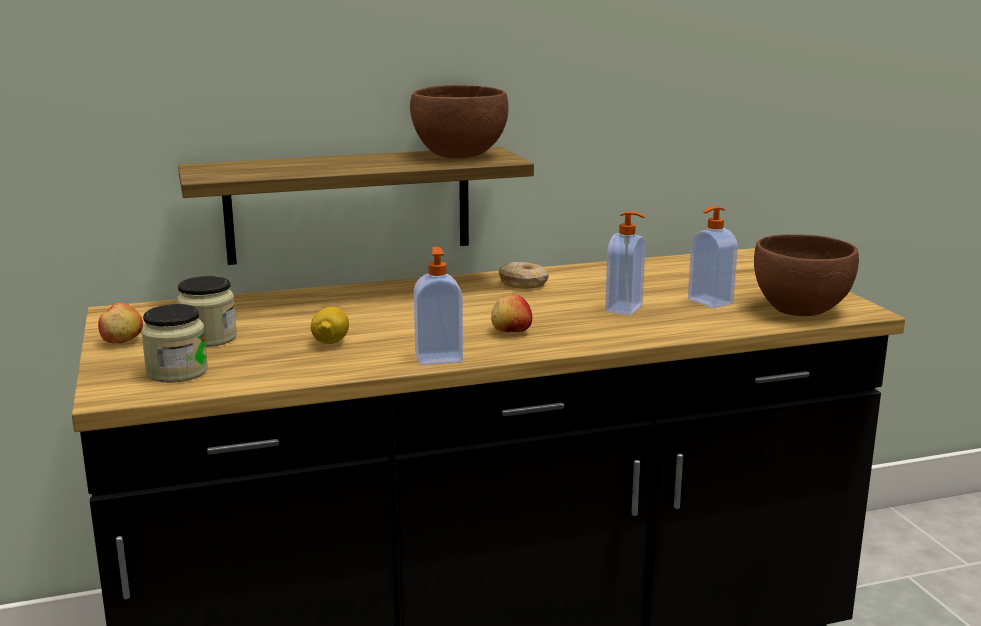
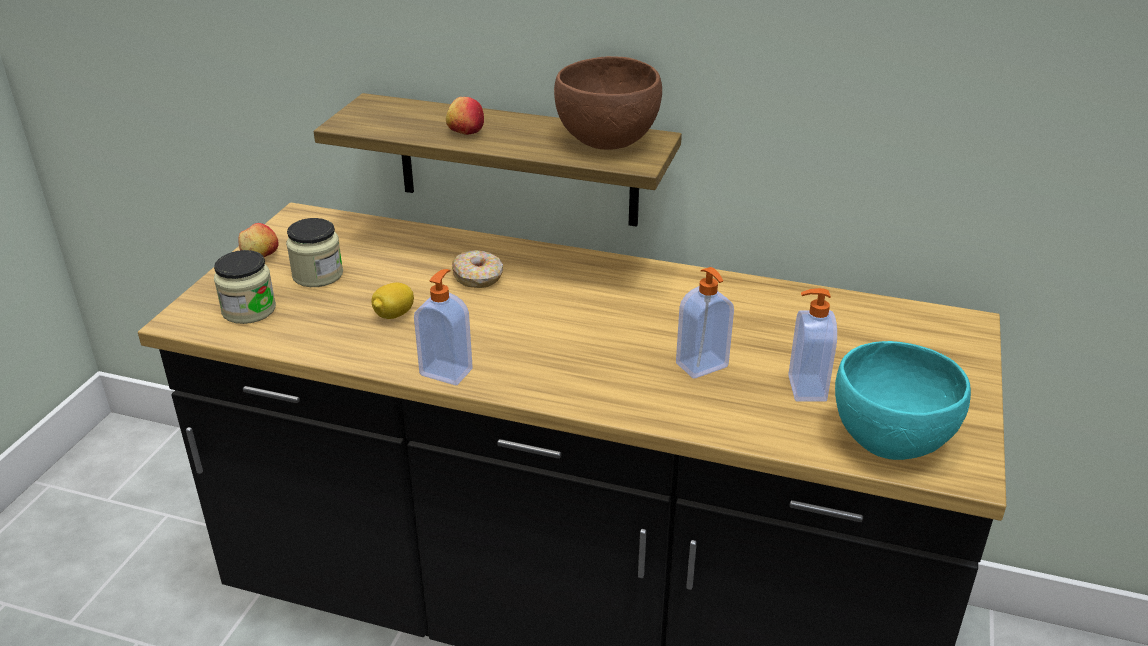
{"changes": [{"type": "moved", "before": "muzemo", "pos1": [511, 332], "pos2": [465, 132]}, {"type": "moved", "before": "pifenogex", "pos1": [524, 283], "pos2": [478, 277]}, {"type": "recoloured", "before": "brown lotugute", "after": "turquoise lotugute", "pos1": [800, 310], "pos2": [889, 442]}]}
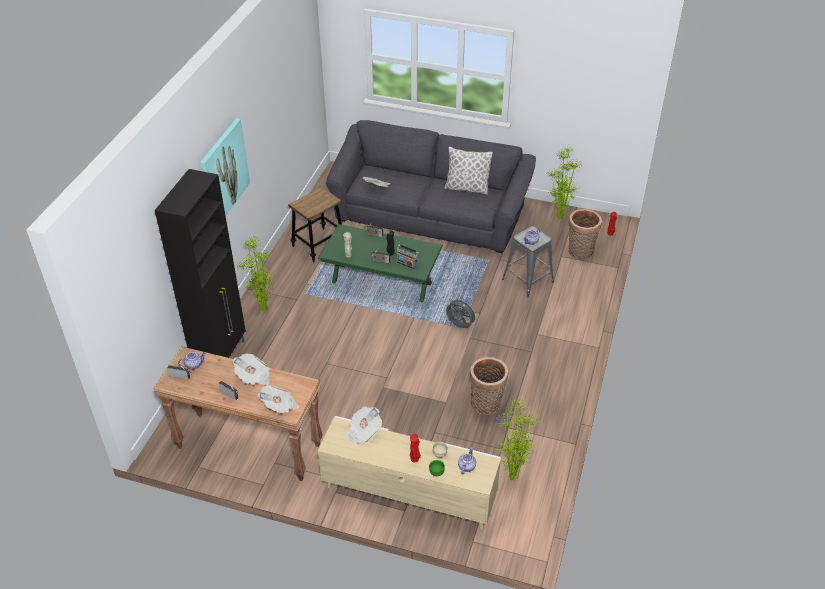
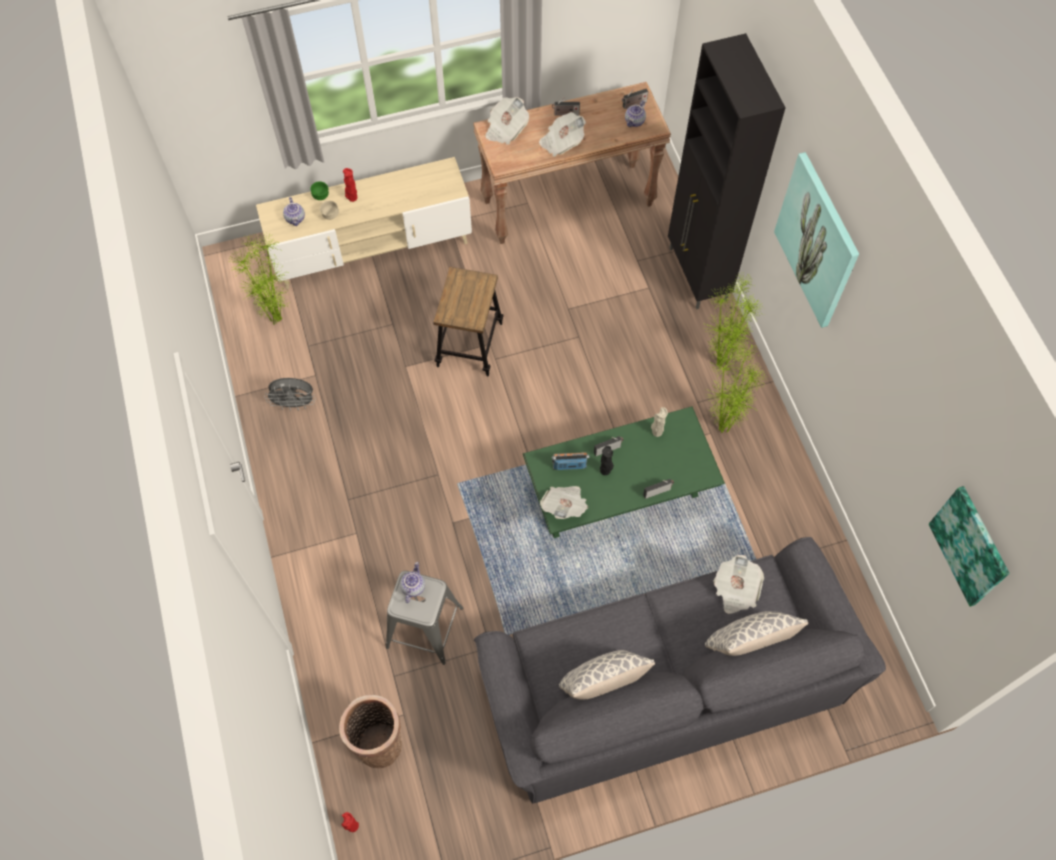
{"changes": [{"type": "moved", "before": "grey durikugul", "pos1": [459, 326], "pos2": [295, 404]}, {"type": "moved", "before": "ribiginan", "pos1": [318, 245], "pos2": [469, 344]}, {"type": "moved", "before": "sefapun", "pos1": [363, 432], "pos2": [564, 506]}, {"type": "moved", "before": "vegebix", "pos1": [559, 218], "pos2": [722, 427]}, {"type": "added", "after": "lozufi", "pos2": [747, 644]}, {"type": "added", "after": "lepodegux", "pos2": [970, 546]}, {"type": "removed", "before": "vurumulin", "pos1": [486, 405]}]}
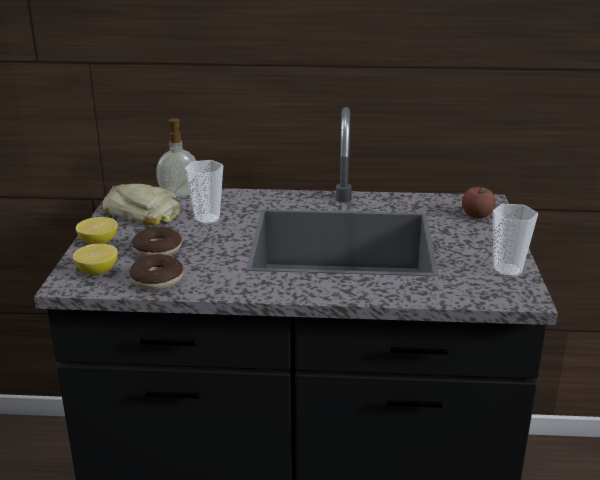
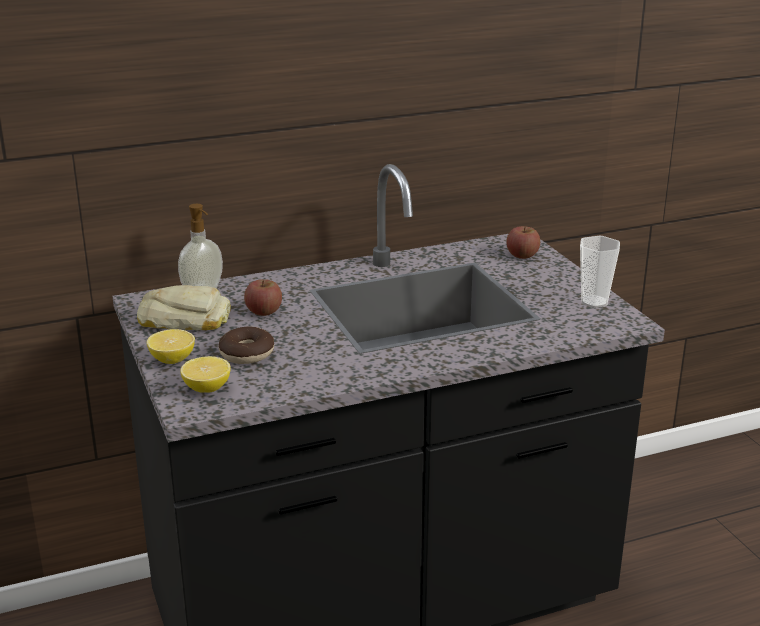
{"changes": [{"type": "replaced", "before": "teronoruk", "after": "muzemo", "pos1": [207, 219], "pos2": [263, 311]}, {"type": "removed", "before": "pifenogex", "pos1": [157, 280]}]}
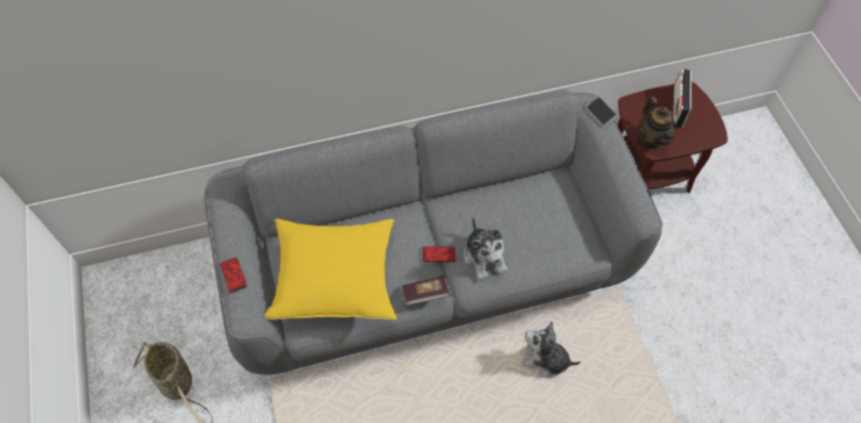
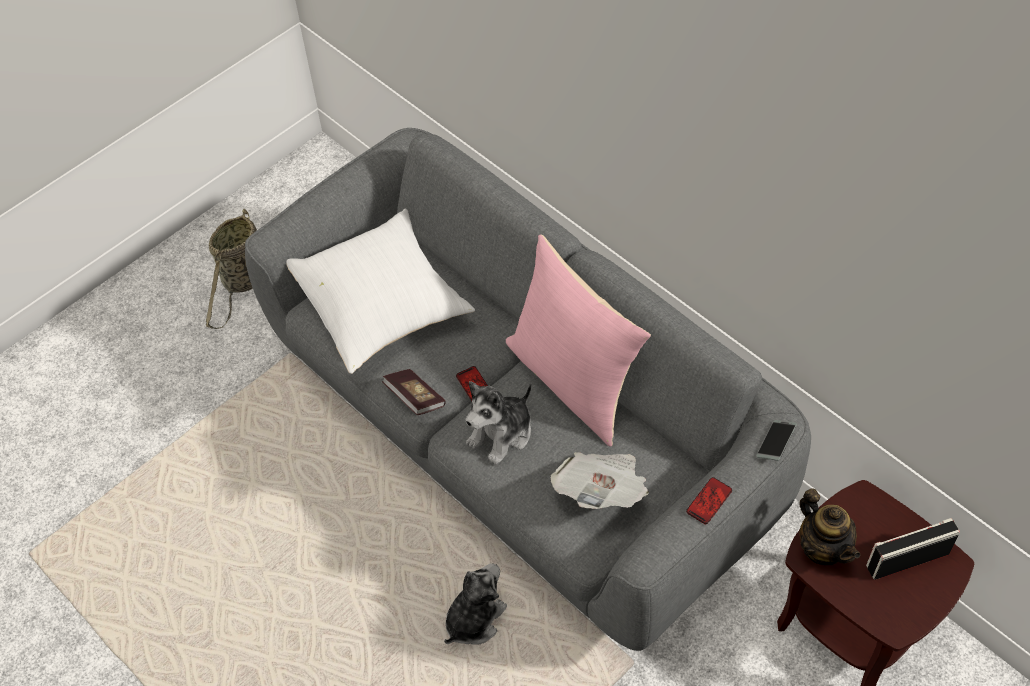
{"changes": [{"type": "recoloured", "before": "yellow lozufi", "after": "white lozufi", "pos1": [336, 278], "pos2": [383, 307]}, {"type": "turned", "before": "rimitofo", "pos1": [545, 360], "pos2": [473, 619], "turn": 45}, {"type": "added", "after": "pink lozufi", "pos2": [574, 380]}, {"type": "added", "after": "sefapun", "pos2": [602, 491]}, {"type": "moved", "before": "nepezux", "pos1": [233, 275], "pos2": [709, 501]}, {"type": "turned", "before": "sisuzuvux", "pos1": [652, 138], "pos2": [823, 547], "turn": -75}]}
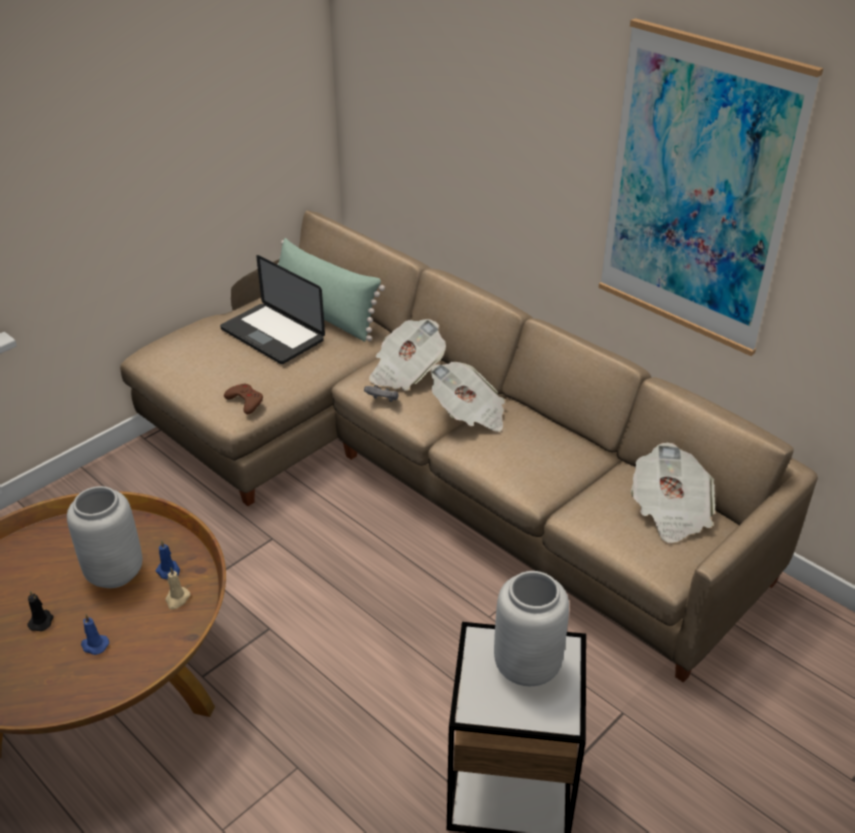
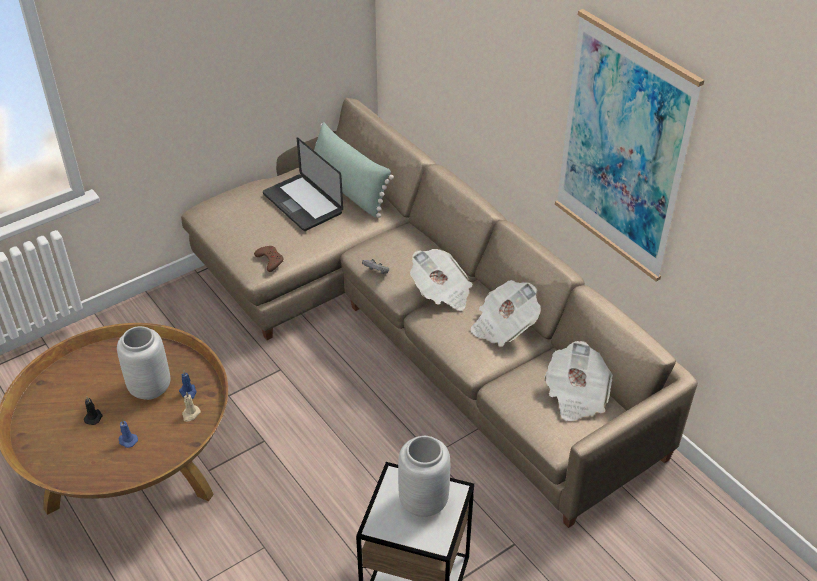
{"changes": [{"type": "moved", "before": "sefapun", "pos1": [406, 372], "pos2": [503, 326]}]}
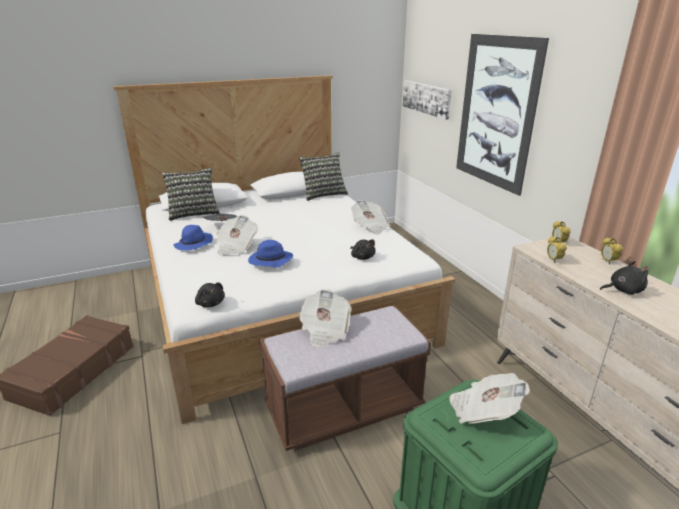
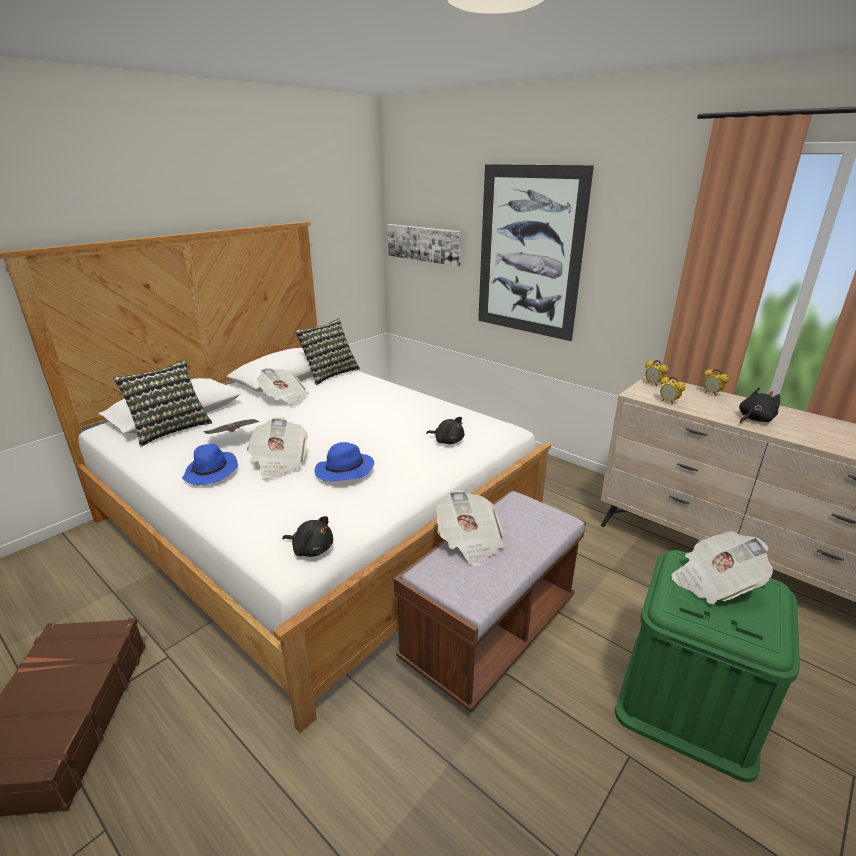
{"changes": [{"type": "moved", "before": "sefapun", "pos1": [370, 227], "pos2": [285, 398]}]}
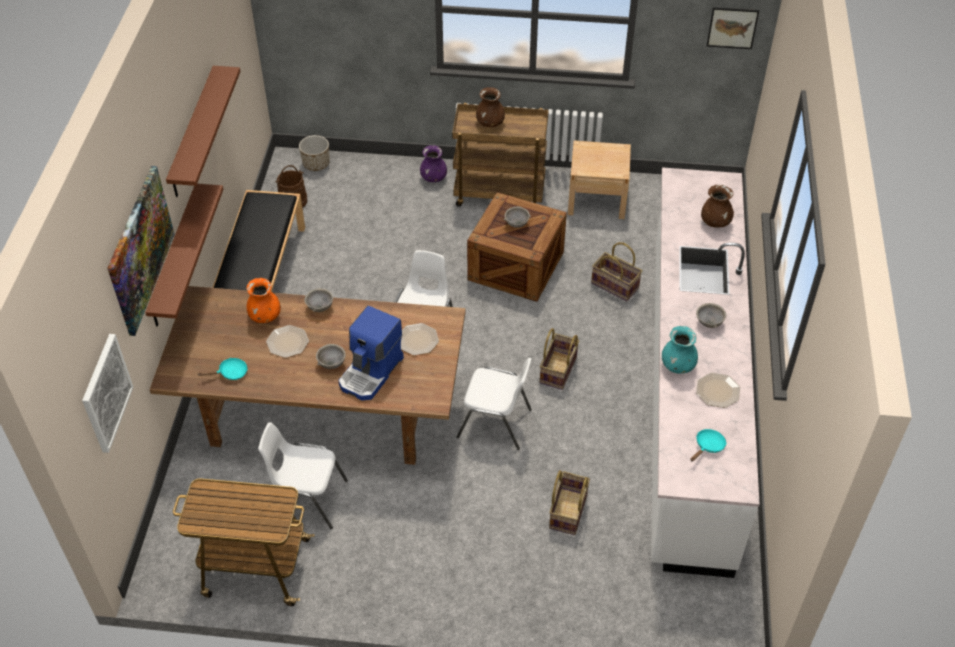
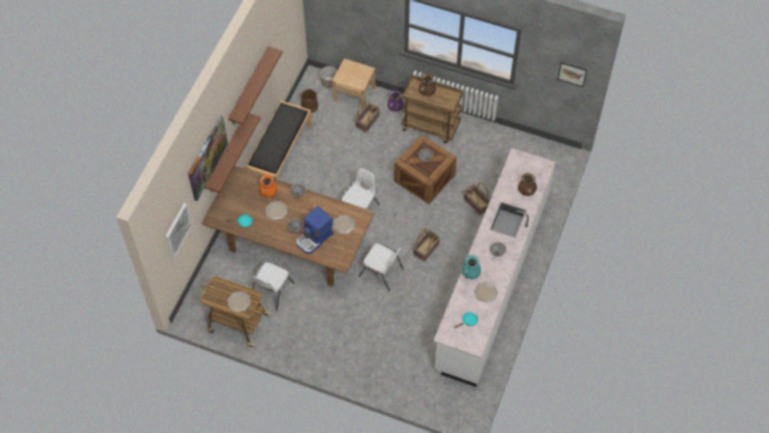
{"changes": [{"type": "added", "after": "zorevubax", "pos2": [239, 301]}, {"type": "turned", "before": "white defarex", "pos1": [306, 498], "pos2": [272, 292], "turn": -90}, {"type": "moved", "before": "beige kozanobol", "pos1": [597, 199], "pos2": [354, 93]}, {"type": "moved", "before": "vurumulin", "pos1": [567, 511], "pos2": [367, 121]}]}
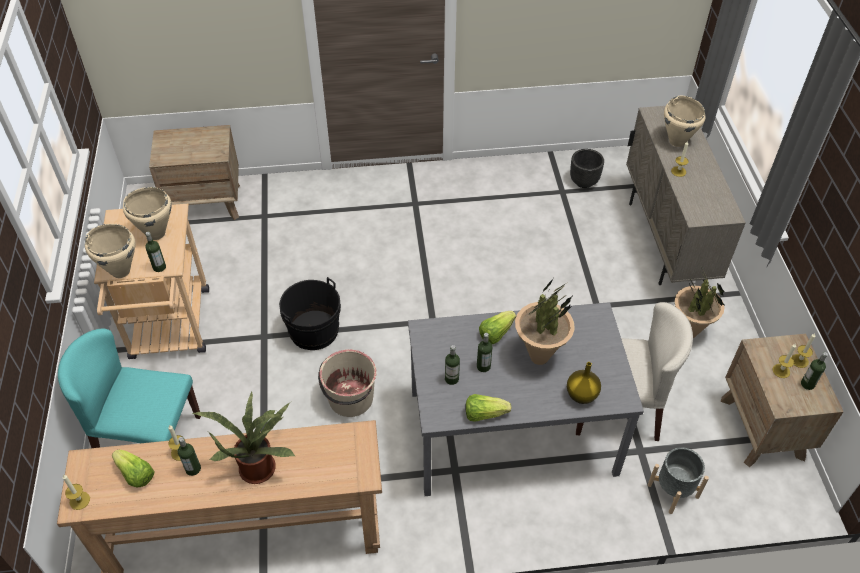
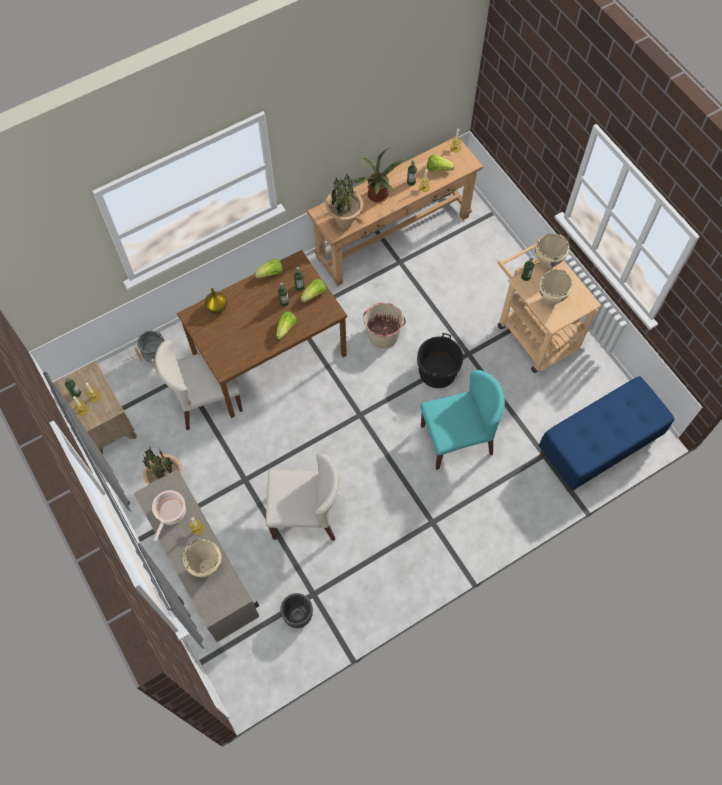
{"changes": [{"type": "added", "after": "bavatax", "pos2": [170, 513]}, {"type": "recoloured", "before": "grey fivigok", "after": "brown fivigok", "pos1": [513, 431], "pos2": [269, 356]}, {"type": "added", "after": "beige defarex", "pos2": [305, 514]}, {"type": "added", "after": "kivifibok", "pos2": [314, 294]}, {"type": "moved", "before": "vegebix", "pos1": [539, 357], "pos2": [344, 225]}, {"type": "moved", "before": "turquoise defarex", "pos1": [149, 440], "pos2": [457, 439]}, {"type": "replaced", "before": "brown kozanobol", "after": "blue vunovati", "pos1": [206, 203], "pos2": [598, 446]}]}
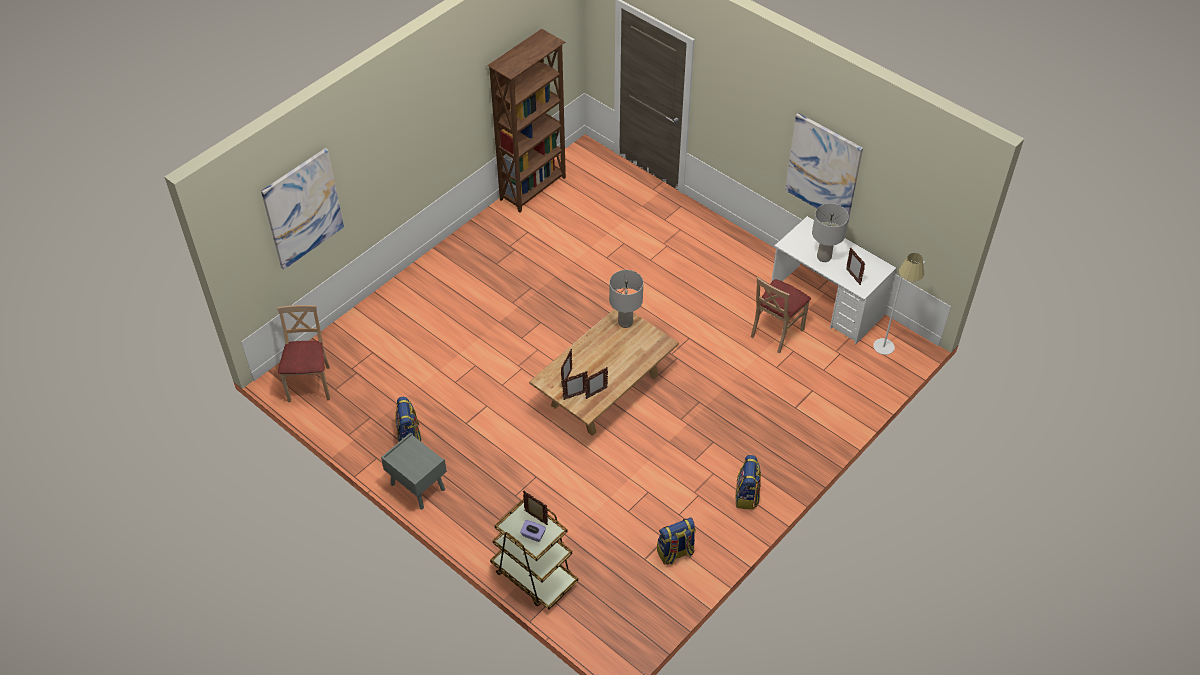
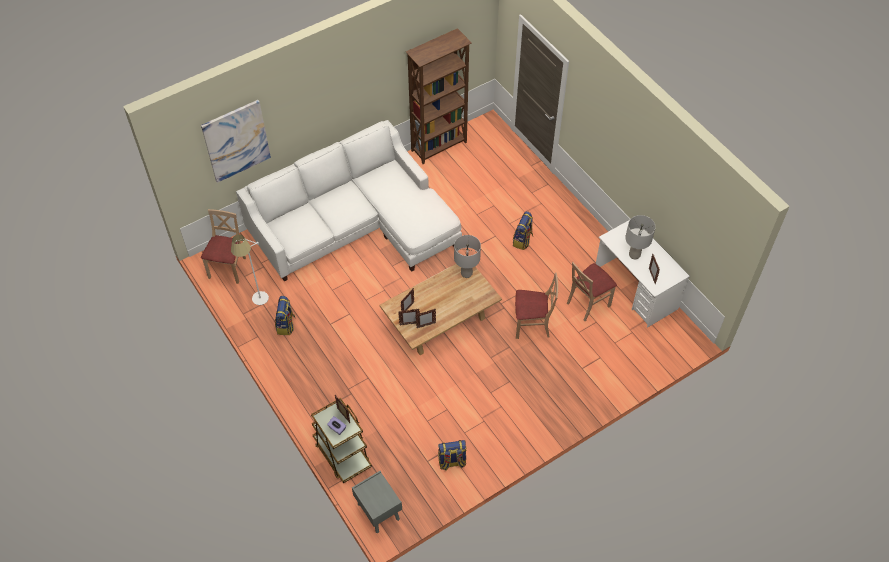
{"changes": [{"type": "moved", "before": "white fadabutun", "pos1": [887, 354], "pos2": [259, 304]}, {"type": "added", "after": "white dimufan", "pos2": [356, 226]}, {"type": "moved", "before": "grey kozanobol", "pos1": [417, 486], "pos2": [378, 511]}, {"type": "moved", "before": "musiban", "pos1": [747, 496], "pos2": [522, 240]}, {"type": "added", "after": "beige defarex", "pos2": [532, 325]}, {"type": "removed", "before": "lepodegux", "pos1": [823, 168]}]}
